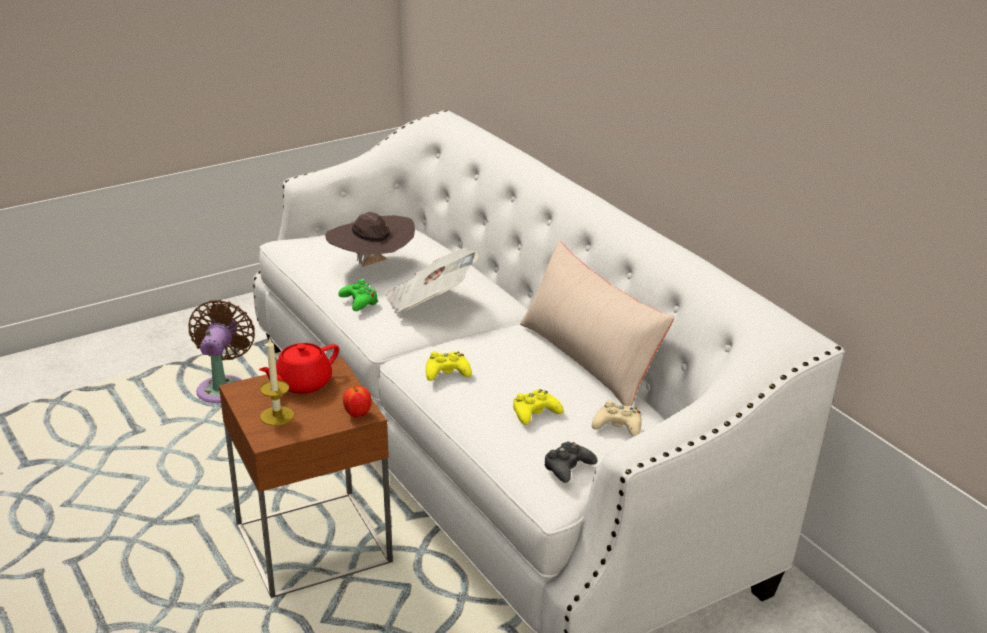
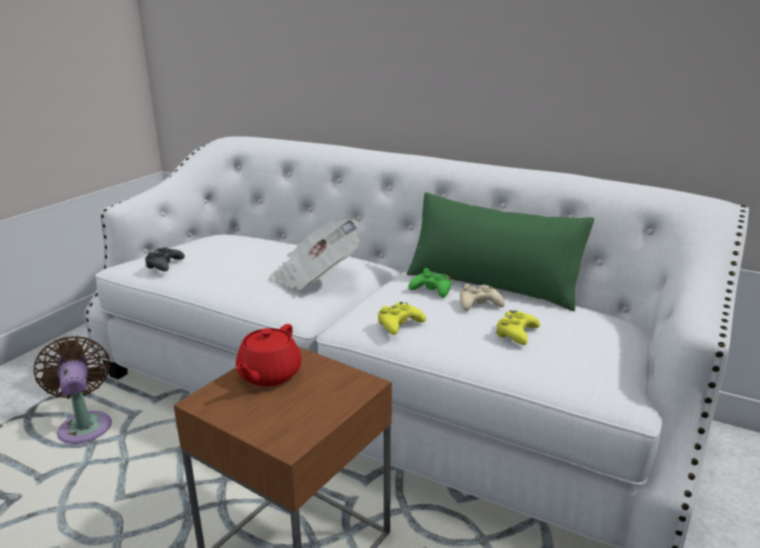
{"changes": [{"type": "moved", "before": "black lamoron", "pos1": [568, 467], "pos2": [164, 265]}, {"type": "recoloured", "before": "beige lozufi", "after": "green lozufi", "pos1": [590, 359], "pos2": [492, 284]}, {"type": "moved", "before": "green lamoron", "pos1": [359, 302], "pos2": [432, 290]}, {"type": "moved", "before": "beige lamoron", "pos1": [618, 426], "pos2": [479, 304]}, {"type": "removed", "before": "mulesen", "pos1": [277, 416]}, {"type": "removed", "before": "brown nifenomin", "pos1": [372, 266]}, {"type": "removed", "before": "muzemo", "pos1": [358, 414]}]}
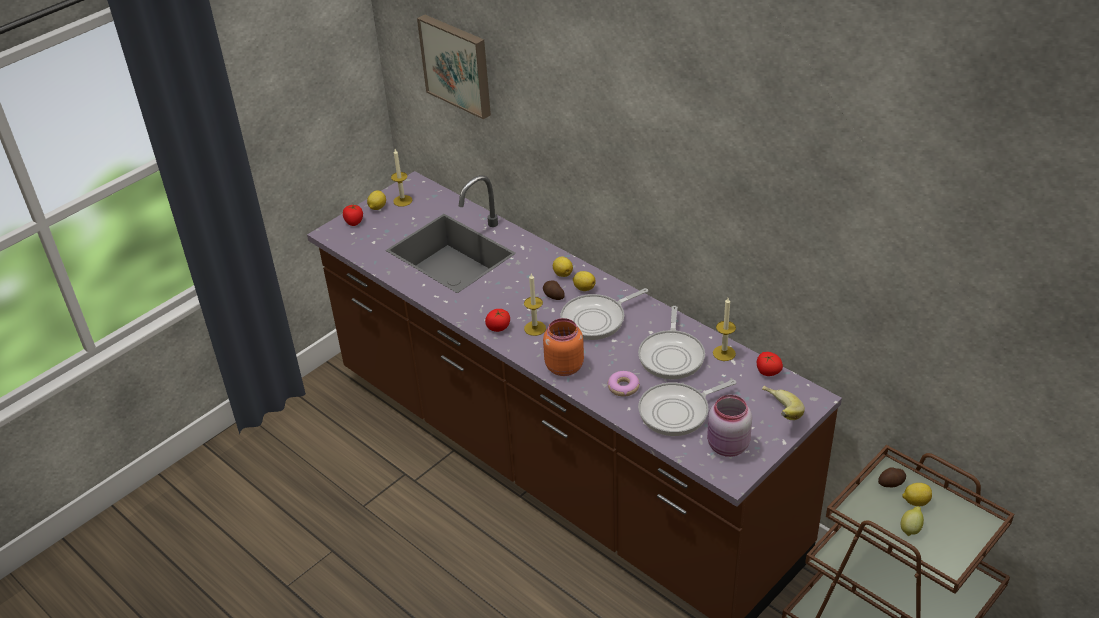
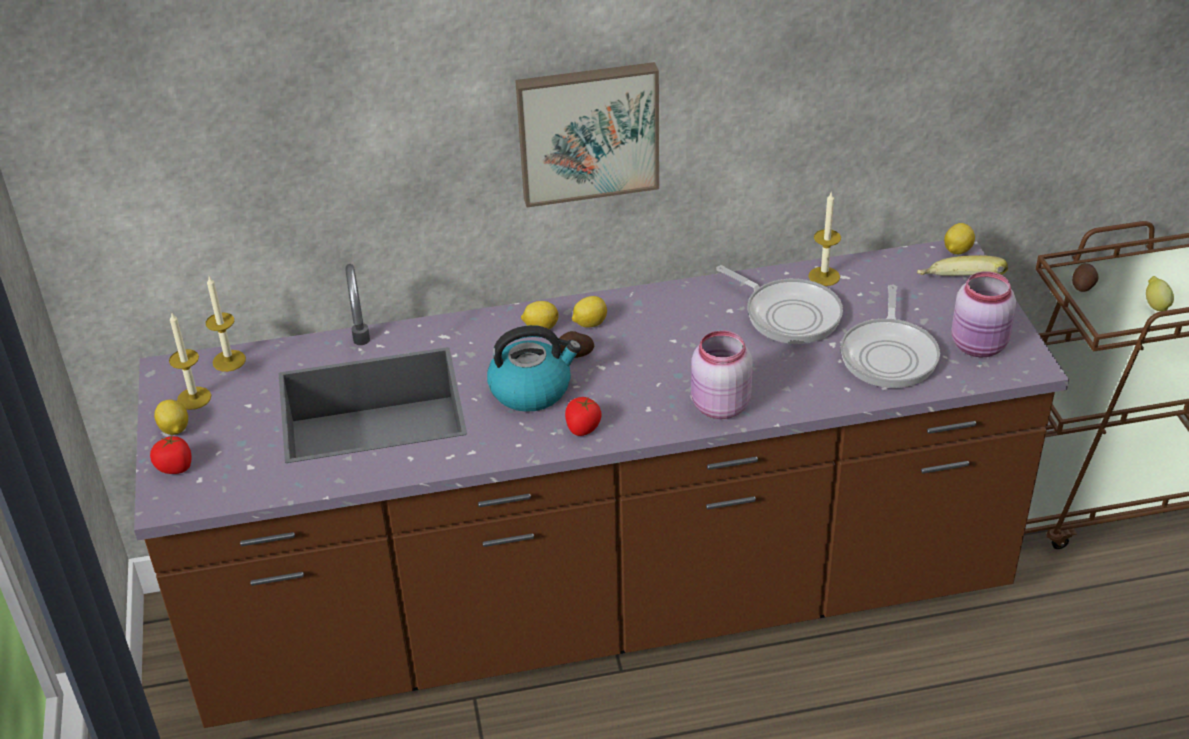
{"changes": [{"type": "moved", "before": "mulesen", "pos1": [535, 328], "pos2": [229, 361]}, {"type": "added", "after": "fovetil", "pos2": [532, 389]}, {"type": "moved", "before": "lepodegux", "pos1": [457, 64], "pos2": [587, 131]}, {"type": "recoloured", "before": "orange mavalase", "after": "pink mavalase", "pos1": [563, 366], "pos2": [718, 406]}, {"type": "moved", "before": "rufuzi", "pos1": [915, 501], "pos2": [957, 251]}, {"type": "removed", "before": "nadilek", "pos1": [597, 319]}, {"type": "removed", "before": "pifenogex", "pos1": [623, 387]}, {"type": "removed", "before": "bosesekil", "pos1": [767, 372]}]}
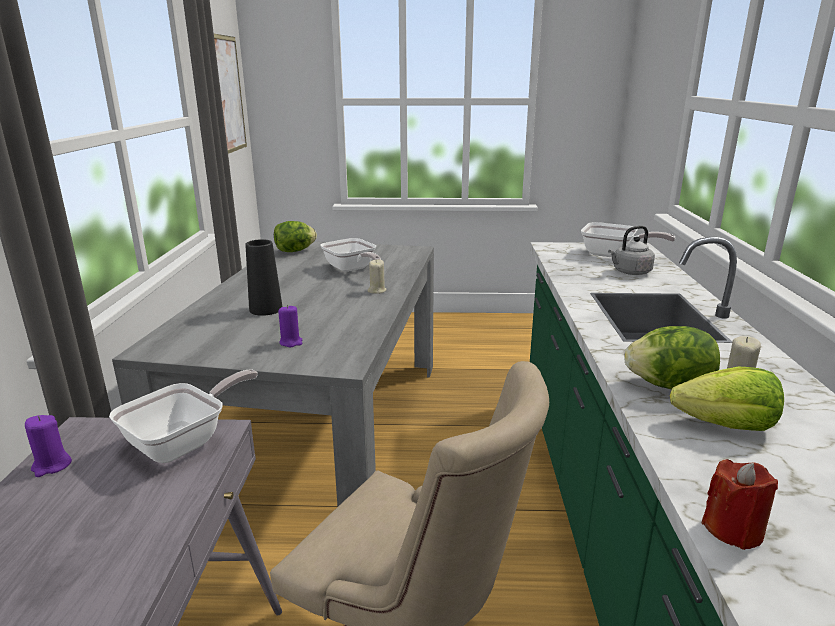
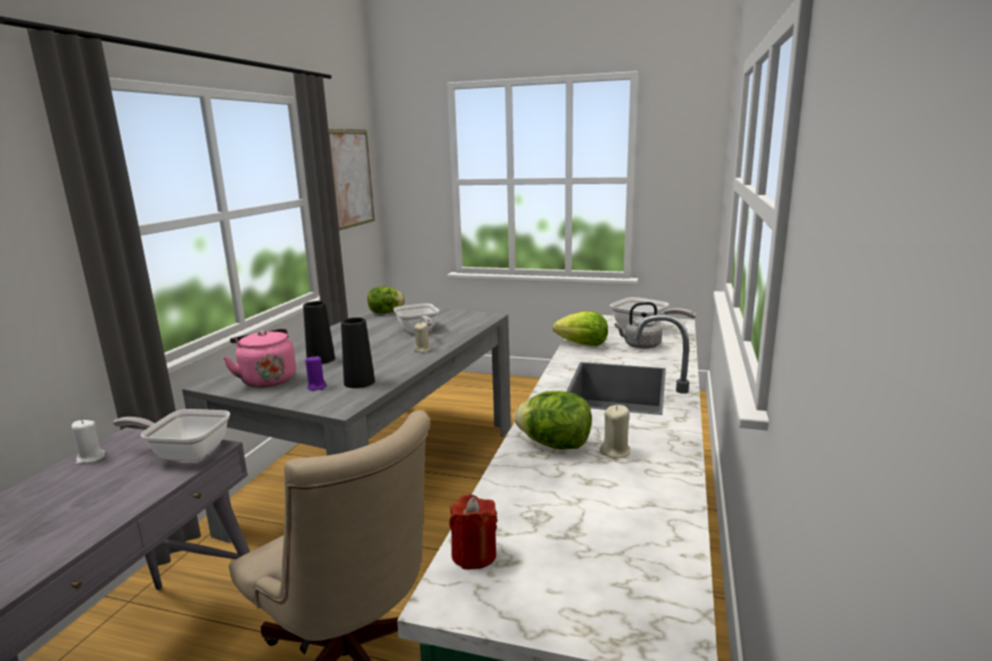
{"changes": [{"type": "recoloured", "before": "purple mulesen", "after": "white mulesen", "pos1": [51, 466], "pos2": [90, 458]}, {"type": "turned", "before": "nadilek", "pos1": [185, 442], "pos2": [185, 452], "turn": -135}, {"type": "added", "after": "pink fovetil", "pos2": [267, 379]}, {"type": "added", "after": "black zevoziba", "pos2": [359, 382]}, {"type": "moved", "before": "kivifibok", "pos1": [726, 426], "pos2": [582, 344]}]}
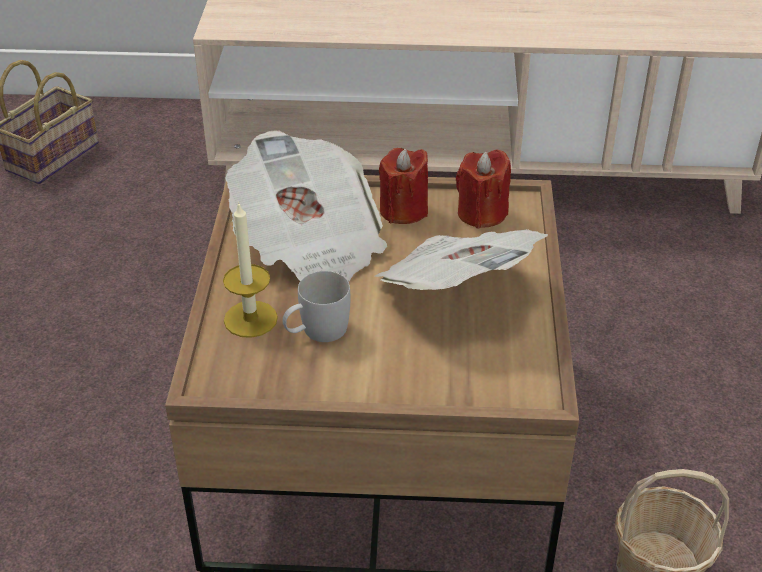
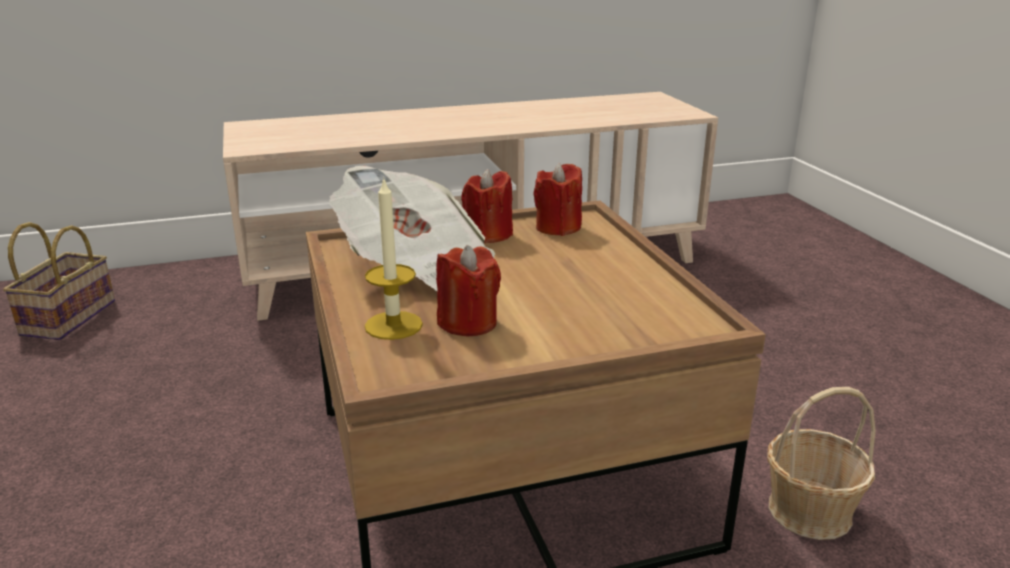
{"changes": [{"type": "replaced", "before": "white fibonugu", "after": "red mulesen", "pos1": [316, 332], "pos2": [468, 323]}, {"type": "removed", "before": "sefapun", "pos1": [456, 290]}]}
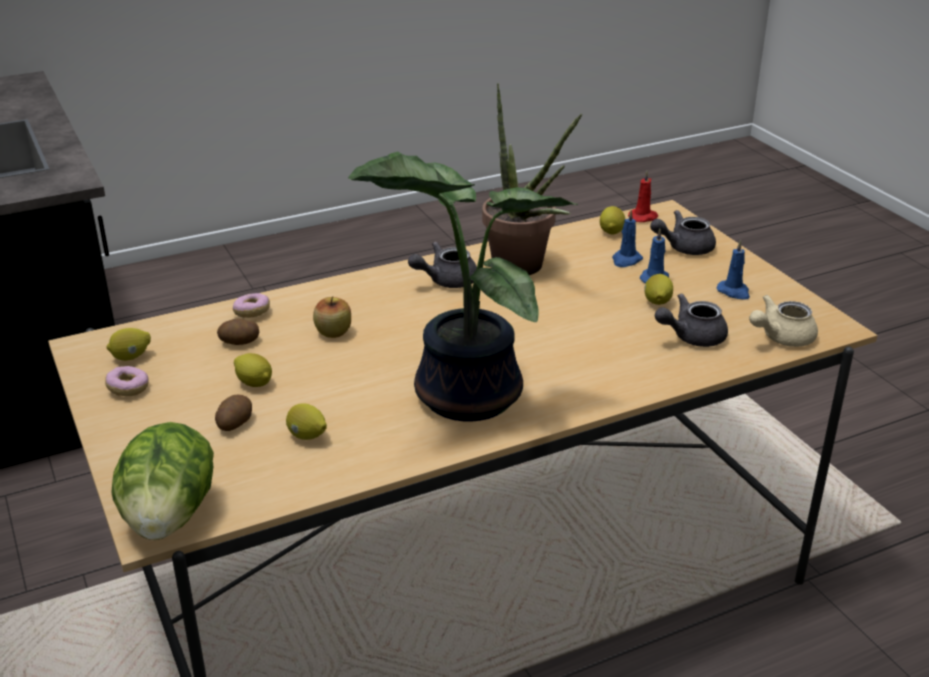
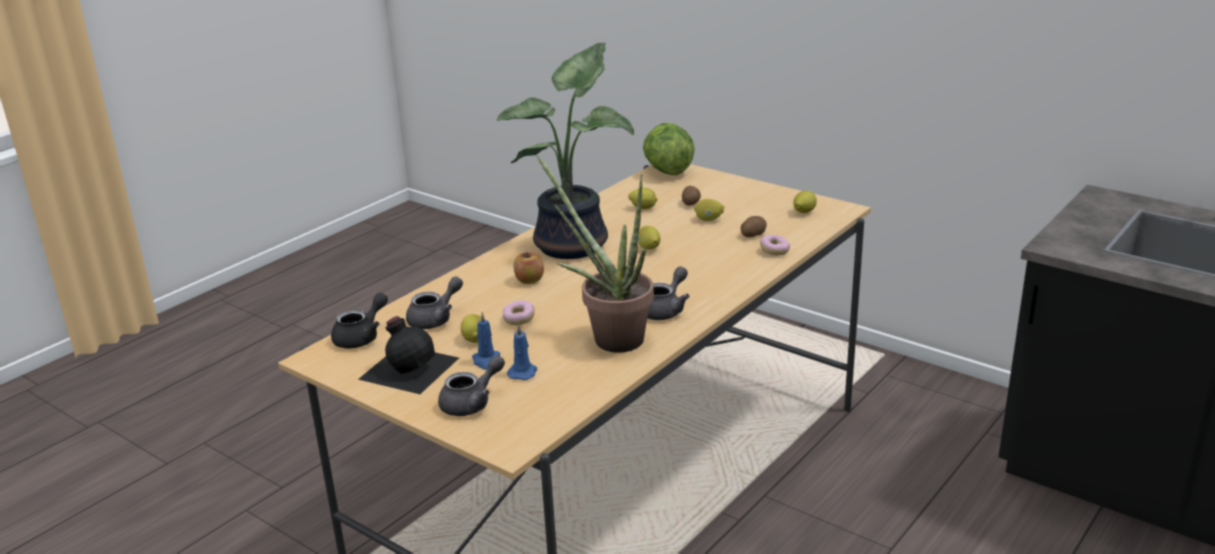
{"changes": [{"type": "recoloured", "before": "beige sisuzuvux", "after": "black sisuzuvux", "pos1": [781, 337], "pos2": [362, 337]}, {"type": "replaced", "before": "blue mulesen", "after": "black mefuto", "pos1": [734, 292], "pos2": [409, 367]}, {"type": "moved", "before": "pifenogex", "pos1": [128, 389], "pos2": [519, 319]}, {"type": "moved", "before": "muzemo", "pos1": [333, 332], "pos2": [529, 280]}, {"type": "moved", "before": "rufuzi", "pos1": [611, 231], "pos2": [648, 248]}, {"type": "removed", "before": "red mulesen", "pos1": [643, 217]}]}
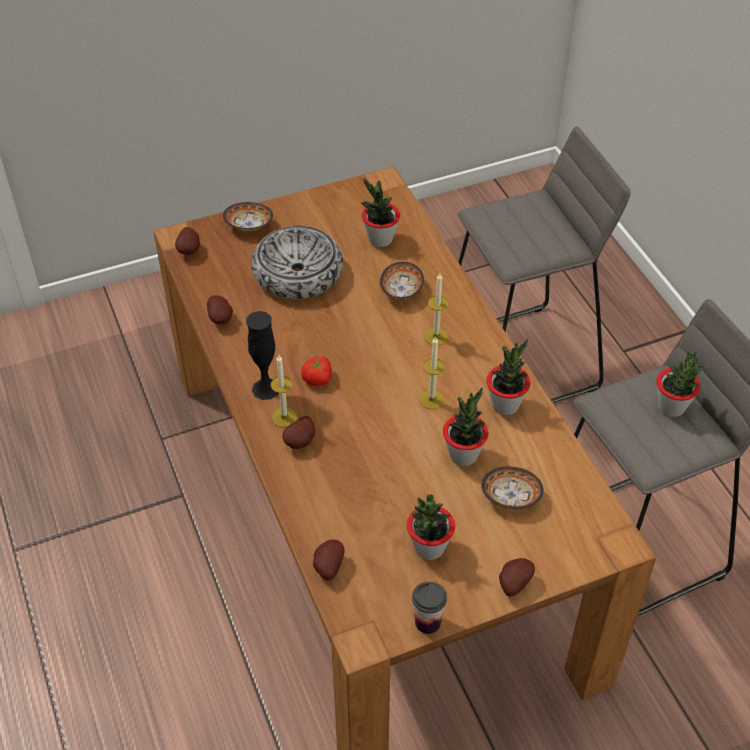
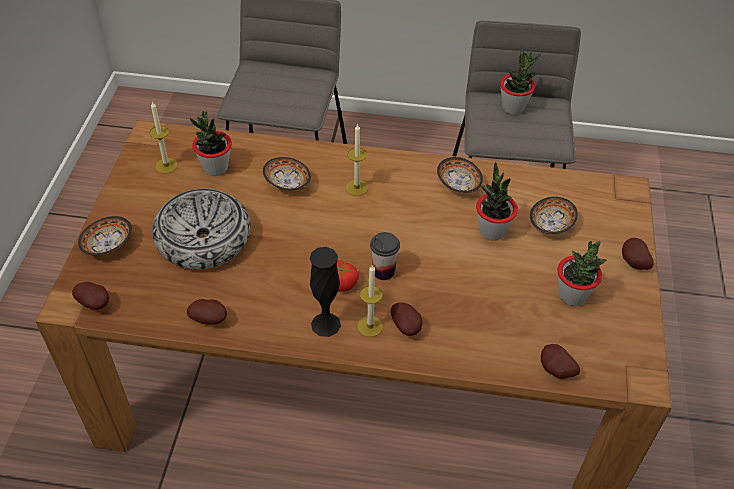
{"changes": [{"type": "moved", "before": "mulesen", "pos1": [432, 399], "pos2": [166, 166]}, {"type": "moved", "before": "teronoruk", "pos1": [427, 622], "pos2": [383, 271]}, {"type": "replaced", "before": "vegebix", "after": "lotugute", "pos1": [505, 405], "pos2": [458, 183]}]}
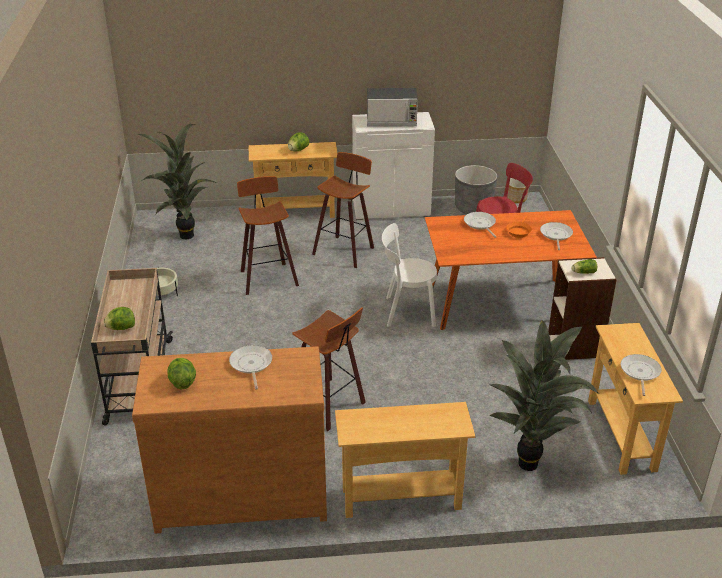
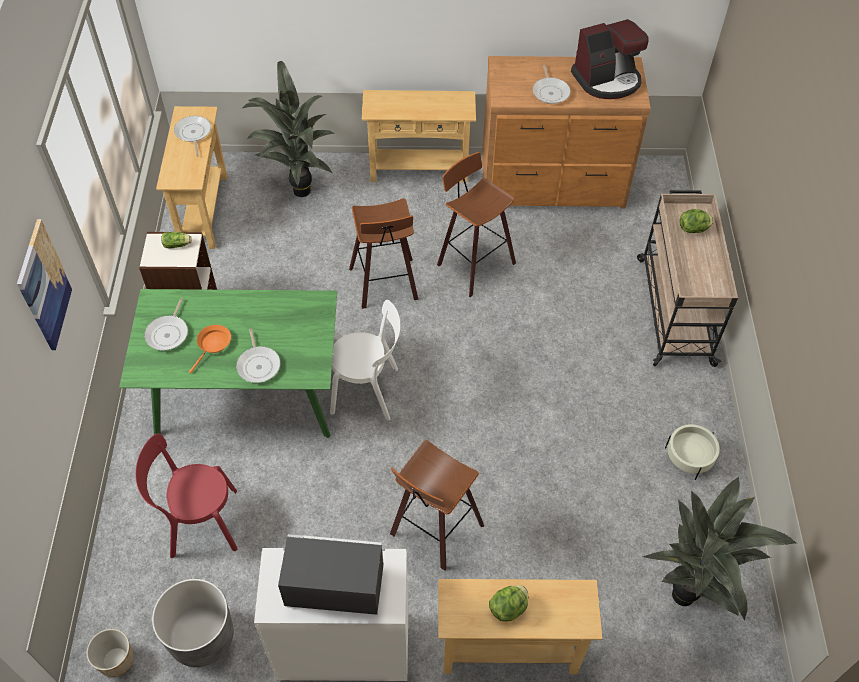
{"changes": [{"type": "added", "after": "lepodegux", "pos2": [44, 286]}, {"type": "recoloured", "before": "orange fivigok", "after": "green fivigok", "pos1": [500, 304], "pos2": [248, 394]}, {"type": "turned", "before": "nadilek", "pos1": [640, 372], "pos2": [193, 134], "turn": 150}, {"type": "moved", "before": "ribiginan", "pos1": [267, 277], "pos2": [386, 285]}, {"type": "replaced", "before": "kivifibok", "after": "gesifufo", "pos1": [182, 382], "pos2": [607, 80]}]}
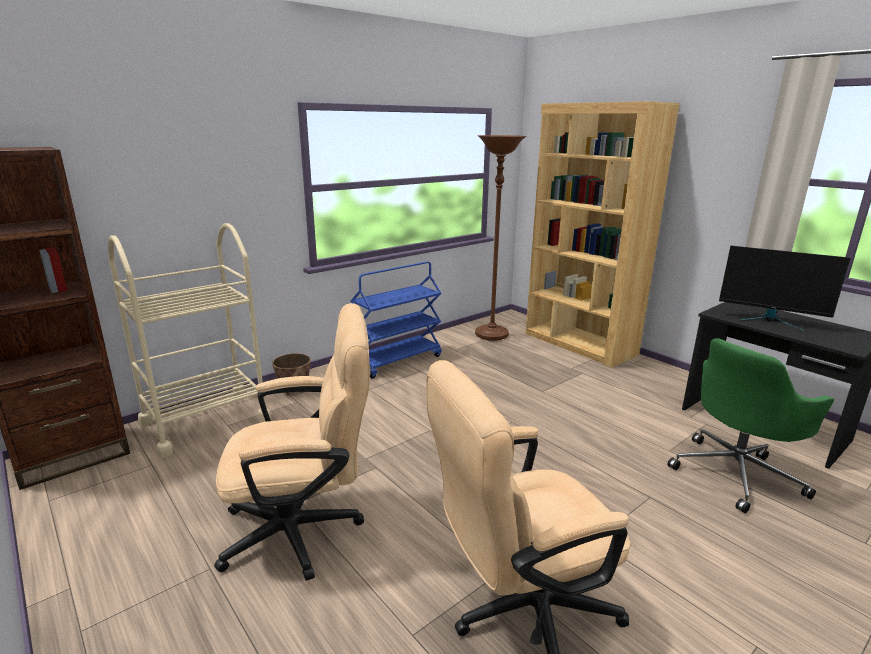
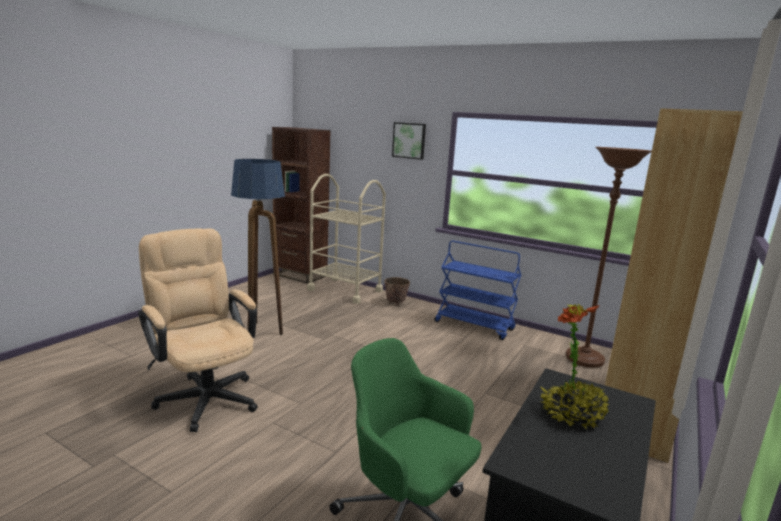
{"changes": [{"type": "replaced", "before": "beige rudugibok", "after": "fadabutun", "pos1": [305, 530], "pos2": [260, 330]}, {"type": "added", "after": "lepodegux", "pos2": [409, 140]}, {"type": "replaced", "before": "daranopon", "after": "vegebix", "pos1": [770, 321], "pos2": [572, 414]}]}
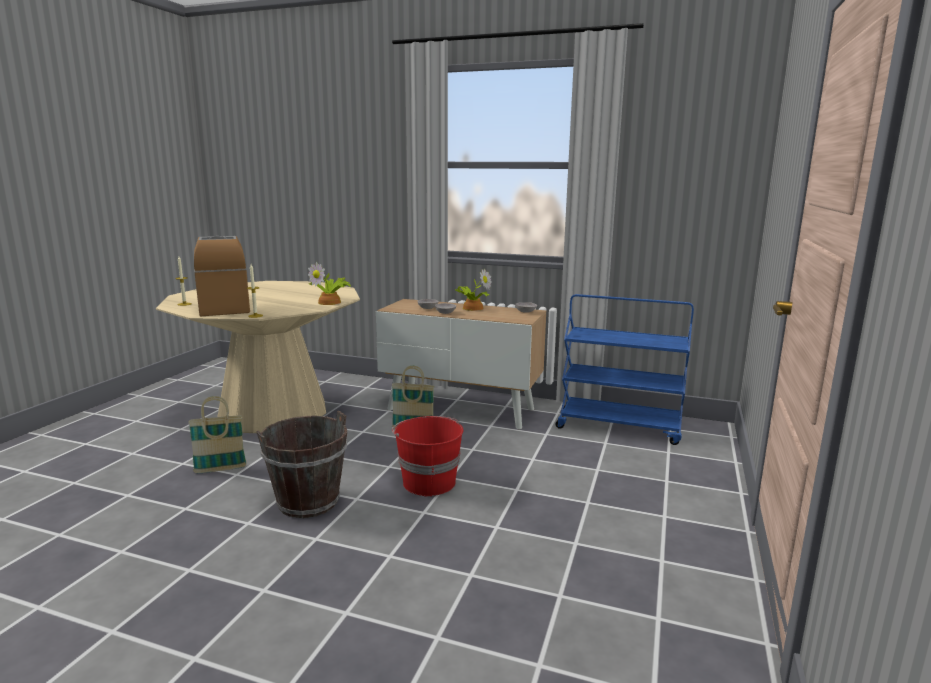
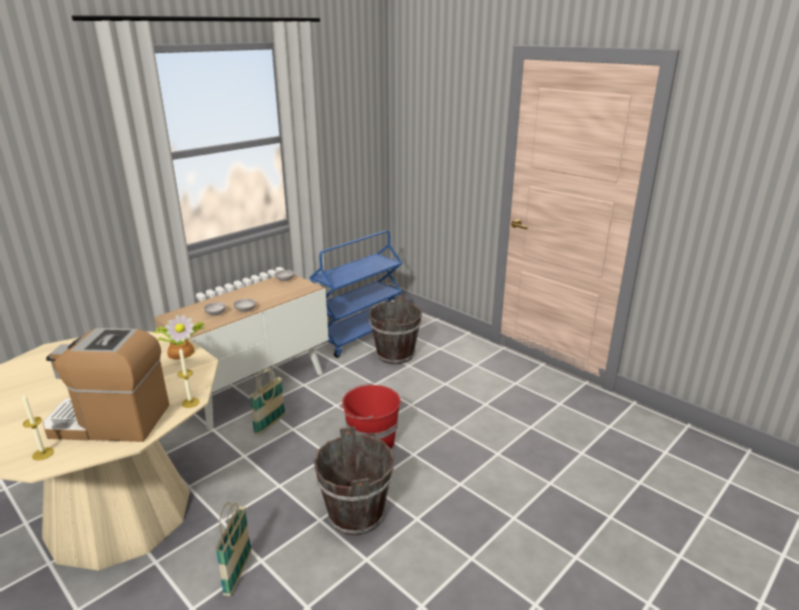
{"changes": [{"type": "added", "after": "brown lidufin", "pos2": [395, 355]}, {"type": "removed", "before": "vegebix", "pos1": [471, 308]}]}
